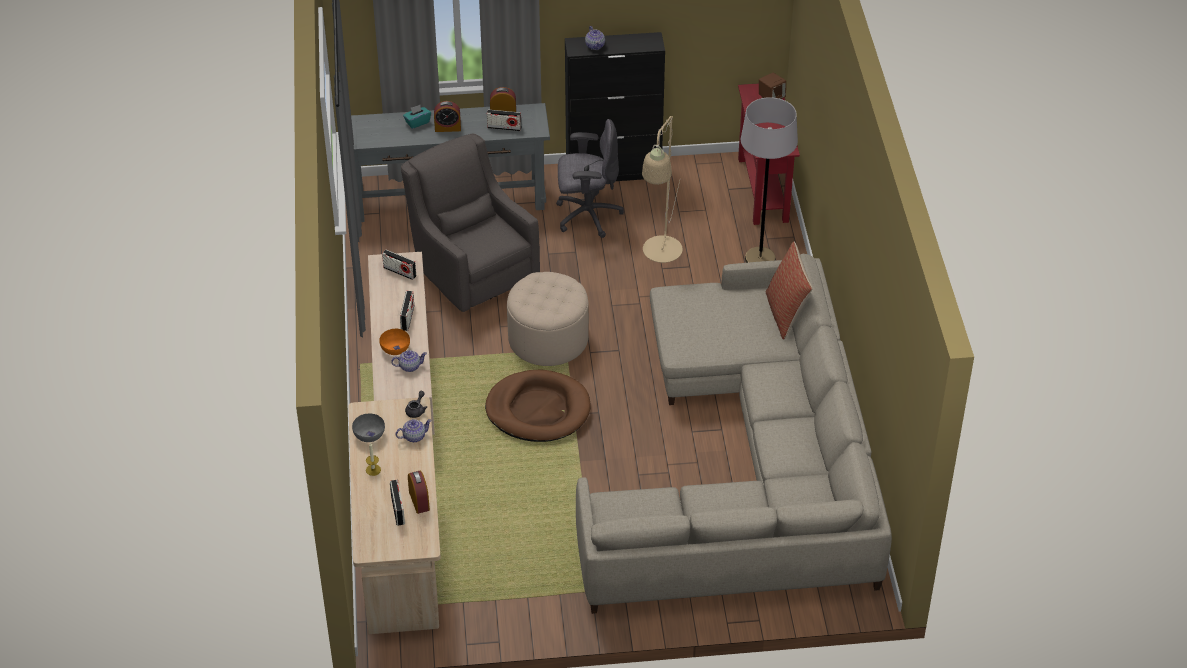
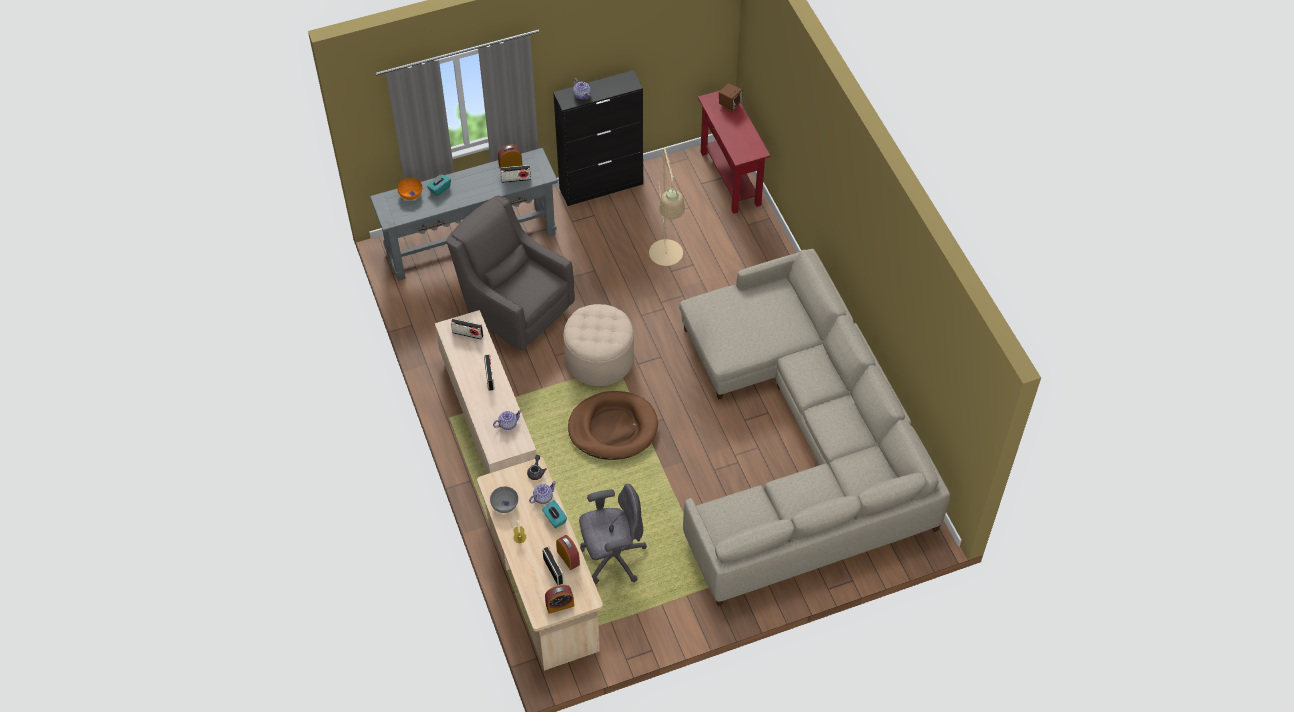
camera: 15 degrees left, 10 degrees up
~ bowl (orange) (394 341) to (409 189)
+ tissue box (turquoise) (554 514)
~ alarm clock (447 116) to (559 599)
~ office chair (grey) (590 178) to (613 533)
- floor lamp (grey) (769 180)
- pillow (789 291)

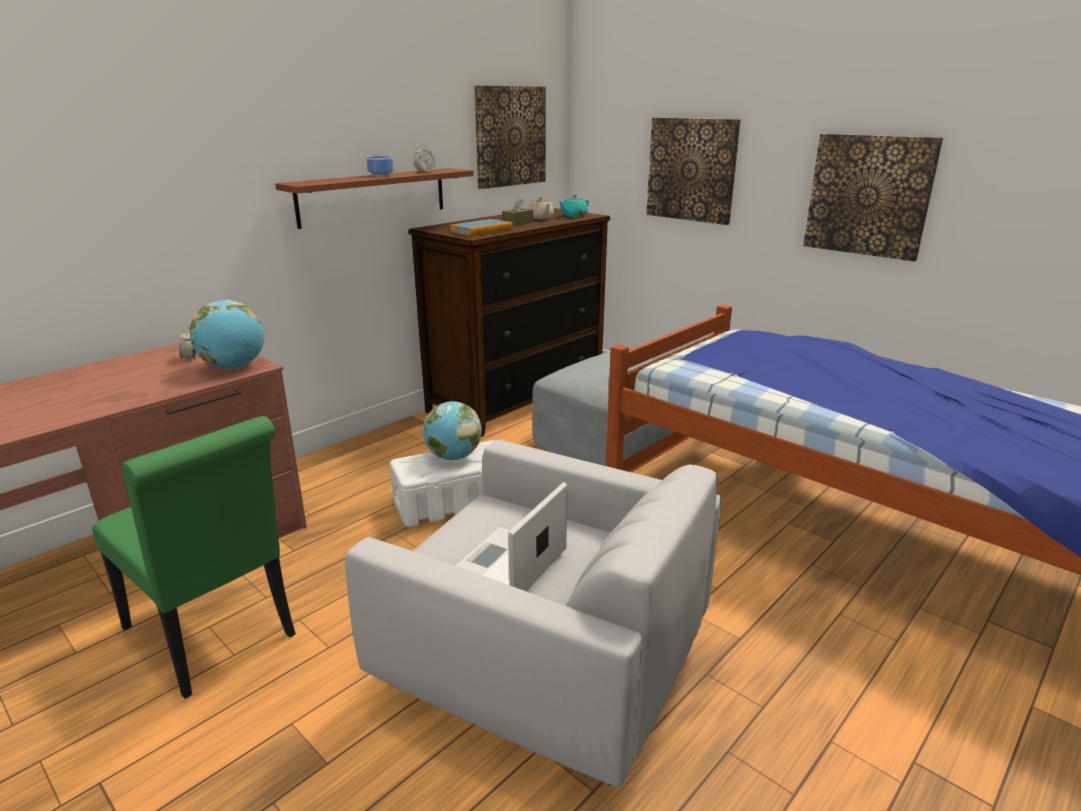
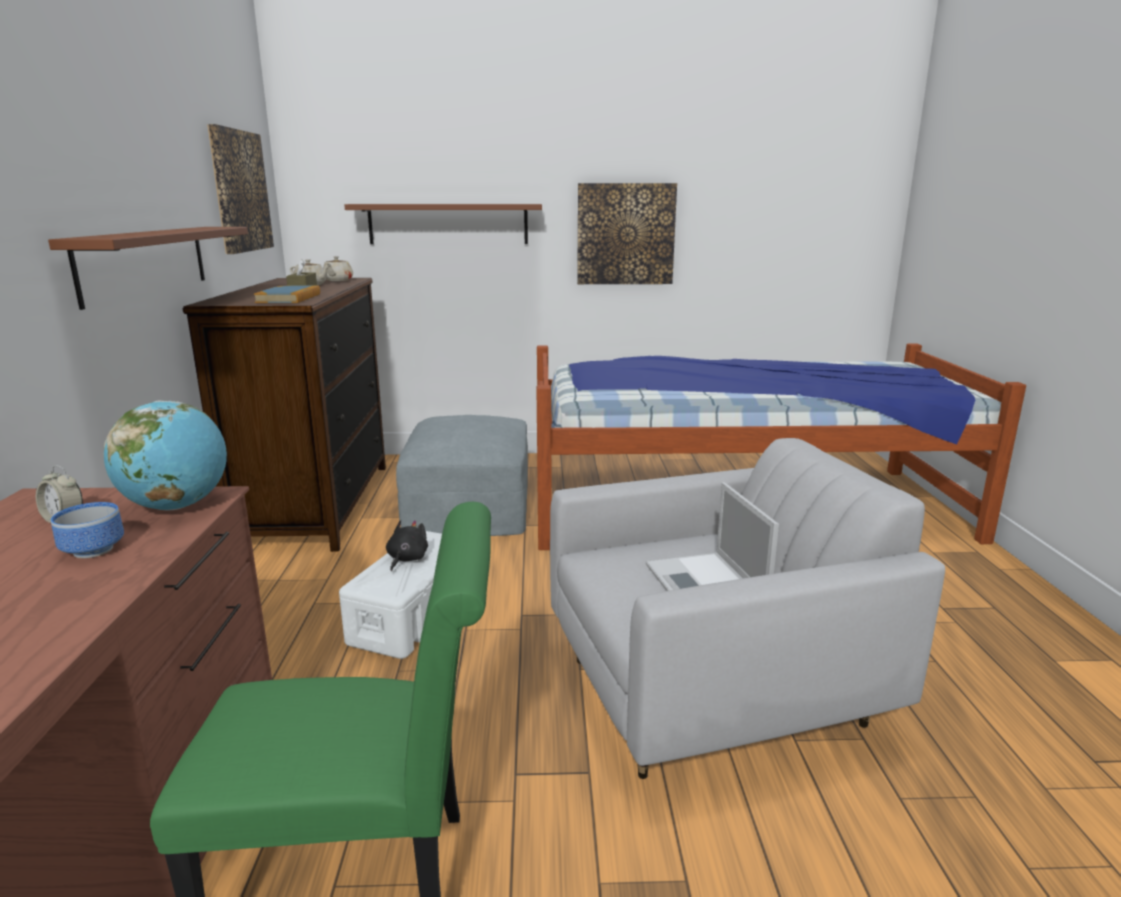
camera: 45 degrees left, 5 degrees down
~ bowl (380 166) to (87 530)
~ teapot (turquoise) (573 206) to teapot (beige) (338 268)
~ picture (693 171) to shelf (brown) (443 224)
~ globe (452 430) to plush toy (black) (407 545)
- alarm clock (425 158)

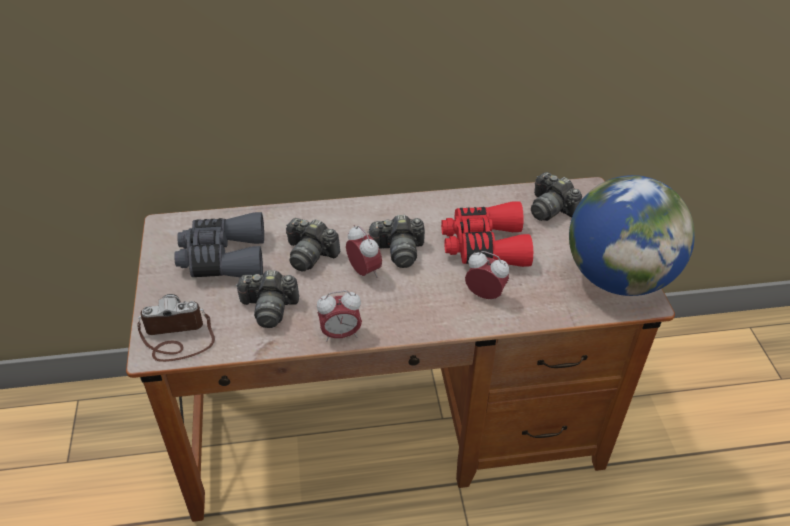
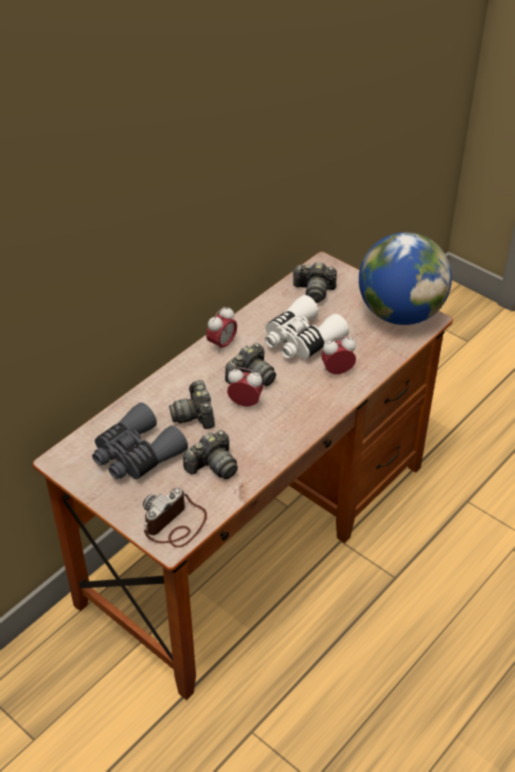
camera: 40 degrees left, 0 degrees up
~ photo camera (313 244) = (192 404) 90 degrees clockwise
~ alarm clock (339 316) to (221 330)
~ binoculars (red) (487 234) to binoculars (white) (307 327)

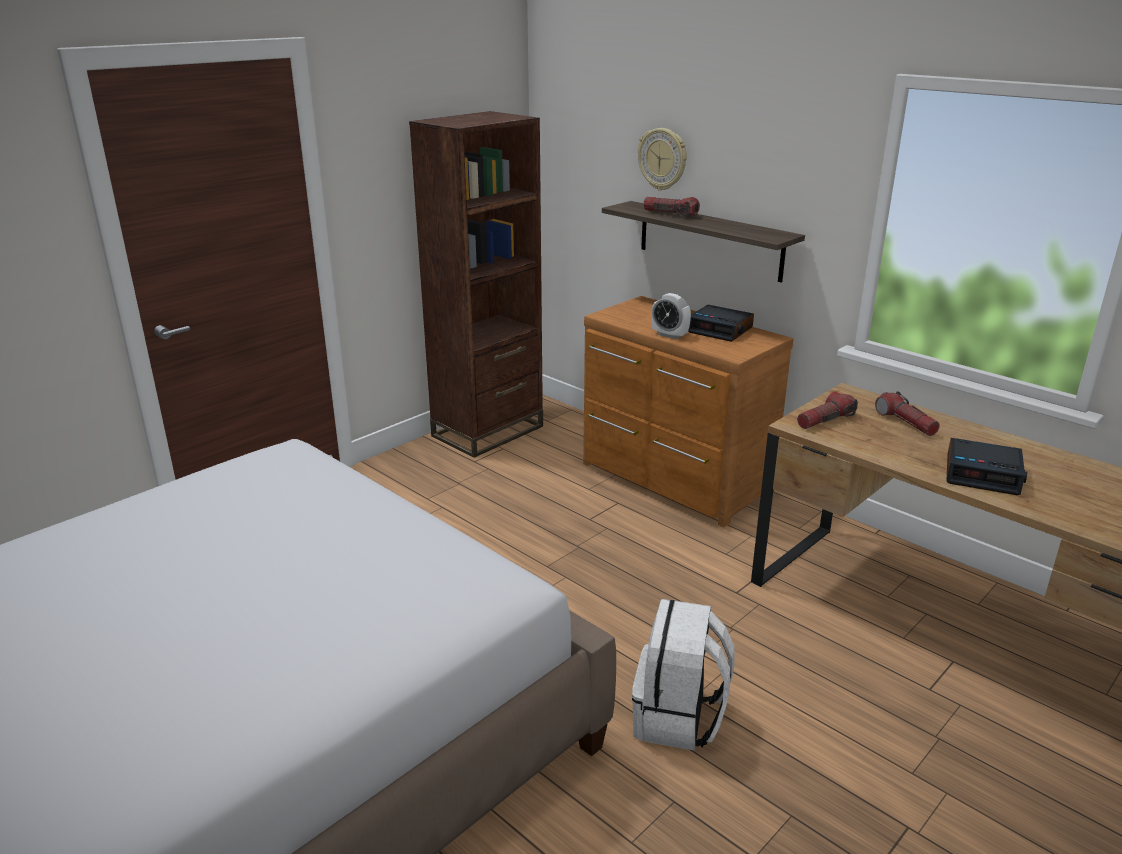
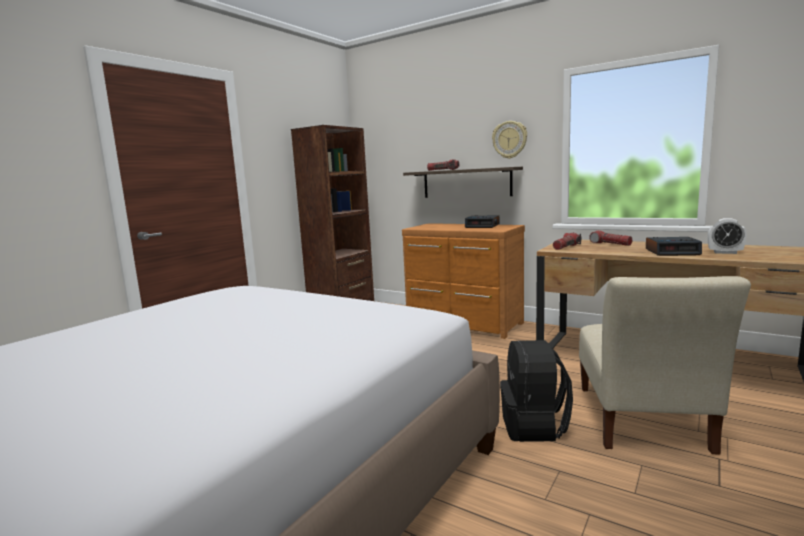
camera: 10 degrees left, 15 degrees down
~ wall clock (662 159) to (509 140)
~ backpack (white) (683 675) to backpack (black) (536 391)
+ chair (beige) (665 365)
~ alarm clock (671 316) to (727 236)

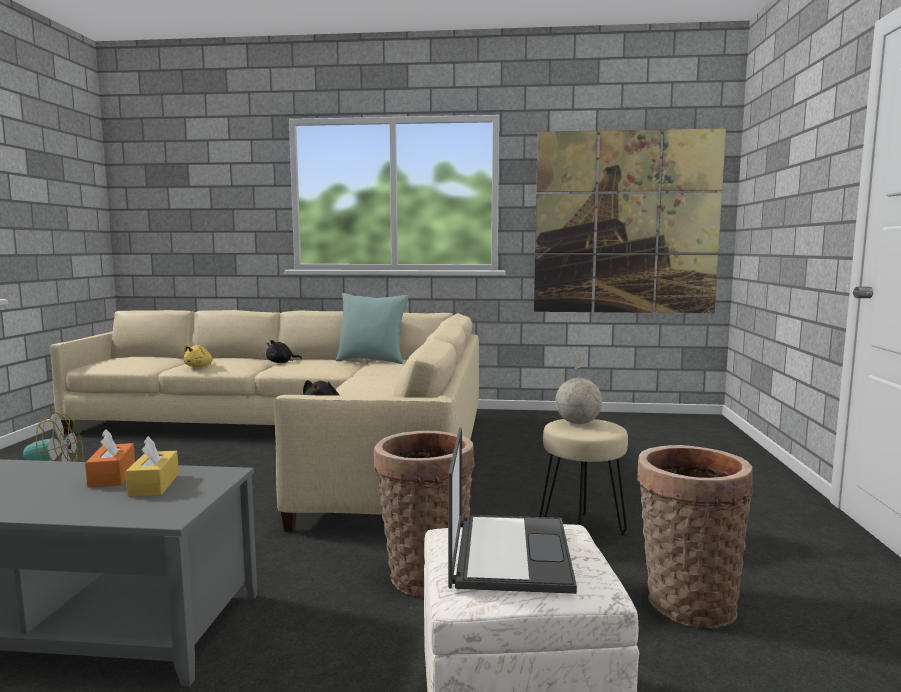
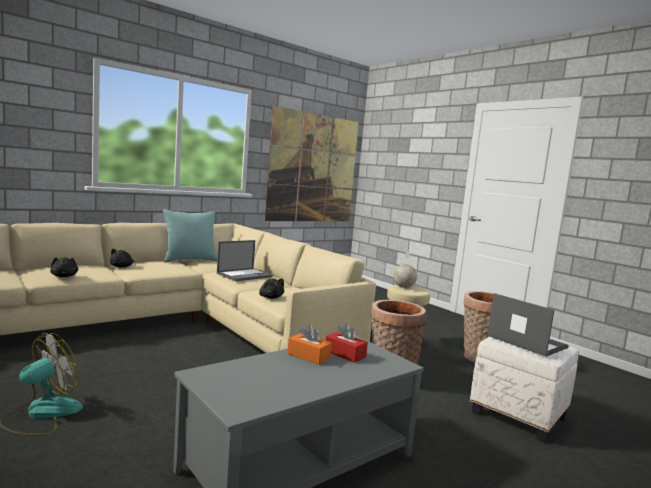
camera: 45 degrees left, 0 degrees up
~ plush toy (yellow) (198 355) to plush toy (black) (64 267)
+ laptop (245 260)
~ tissue box (yellow) (152 466) to tissue box (red) (347 343)

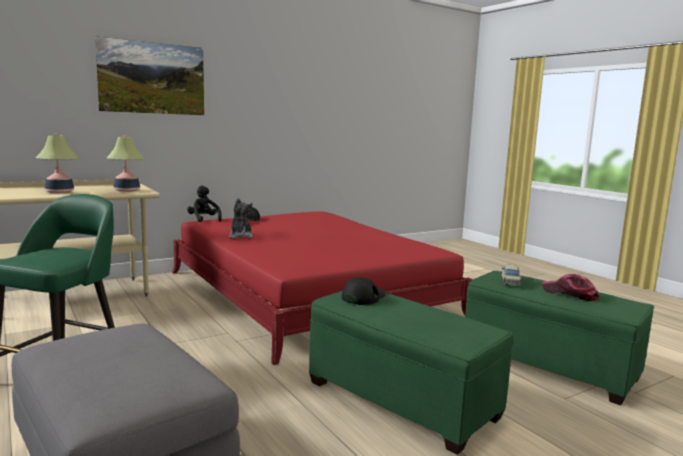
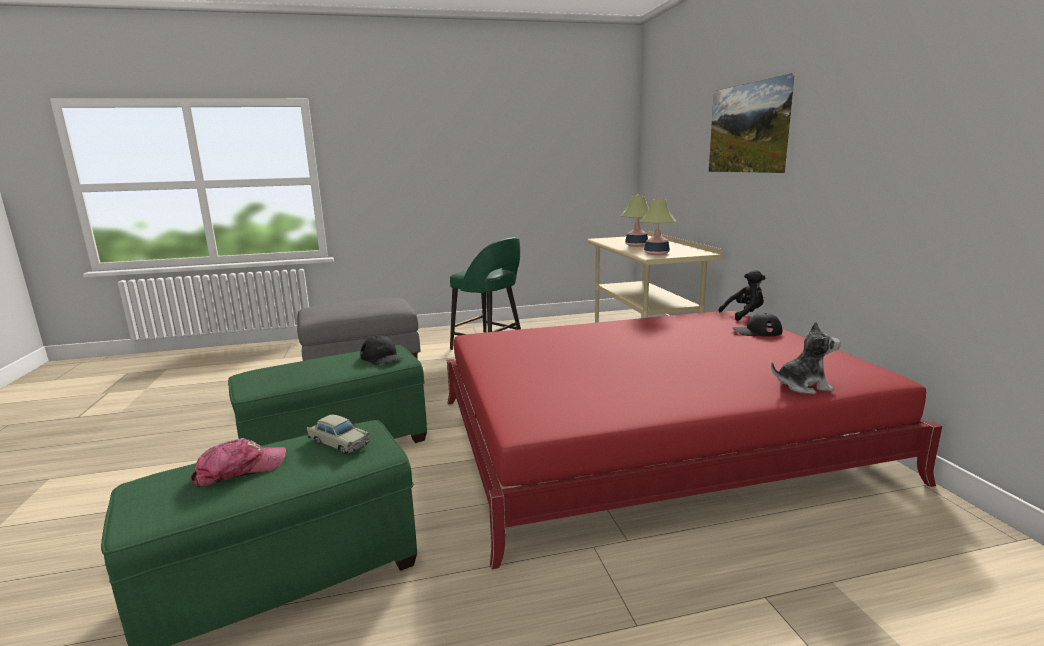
camera: 110 degrees right, 5 degrees up
~ plush toy (241 218) to (806 357)

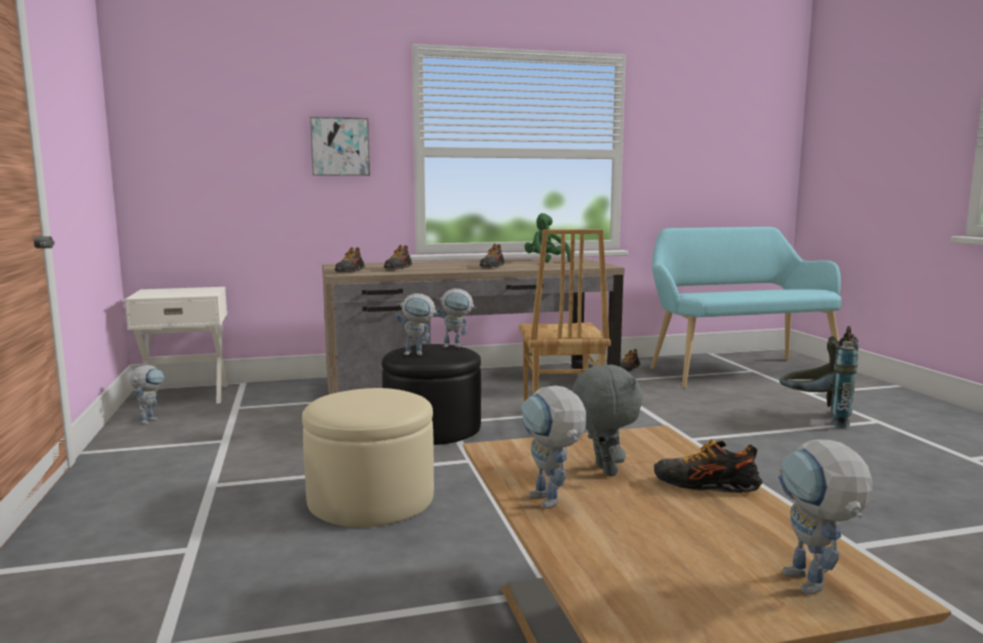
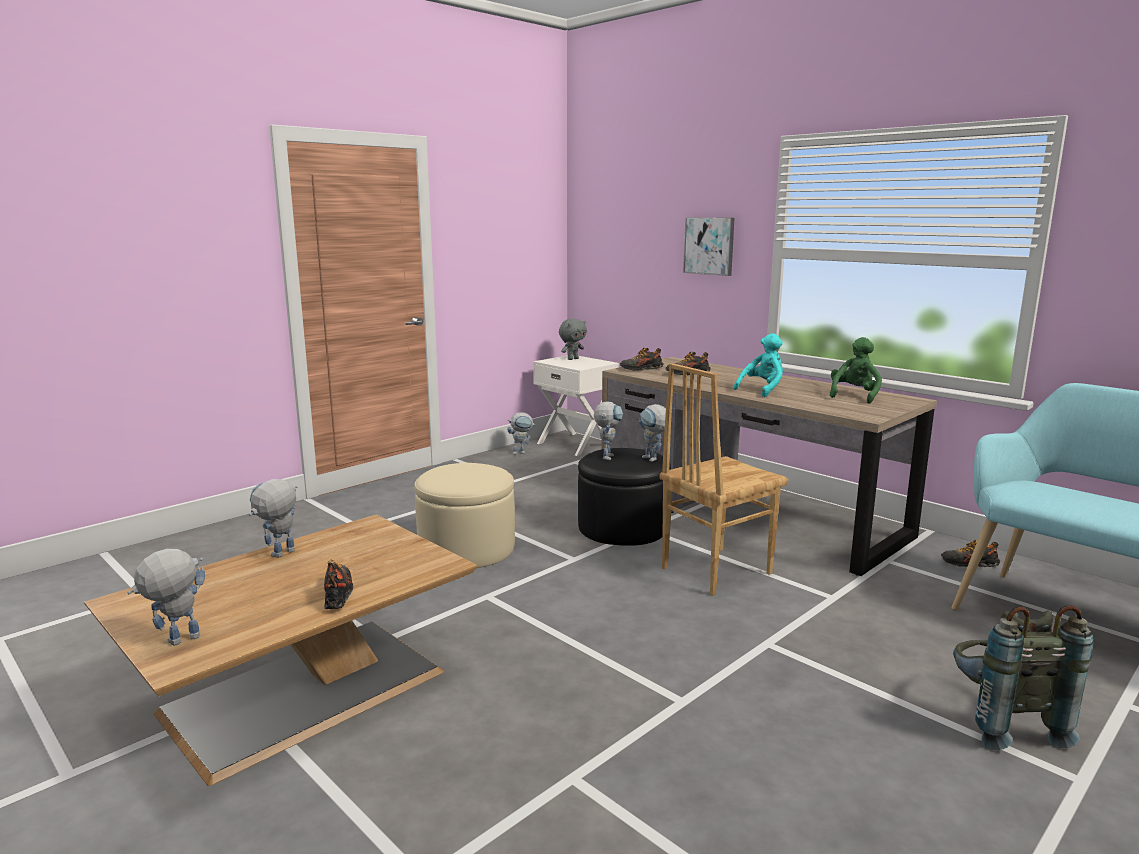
camera: 60 degrees right, 5 degrees up
~ plush toy (grey) (607 420) to (573 339)
~ toy robot (417 324) = (608 430) 135 degrees counterclockwise
~ shoe (492 255) to plush toy (turquoise) (758 365)

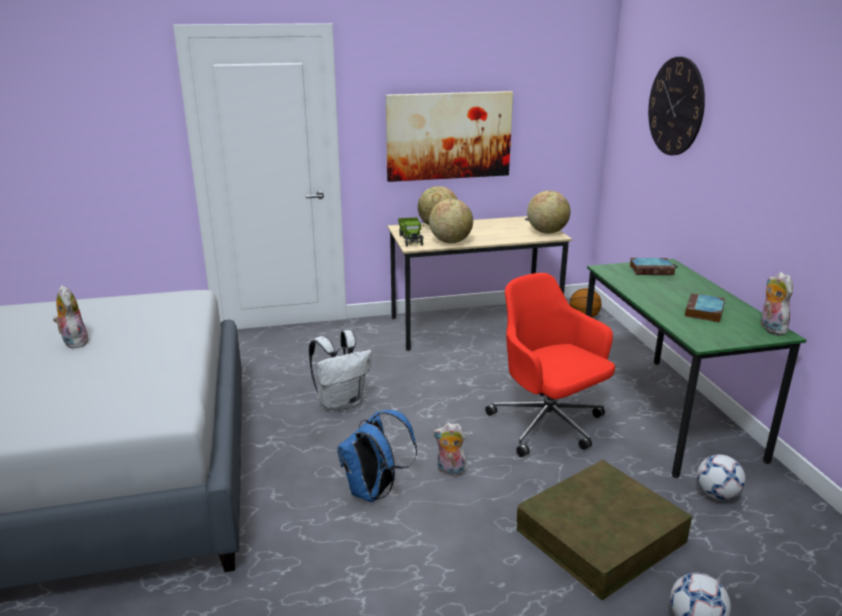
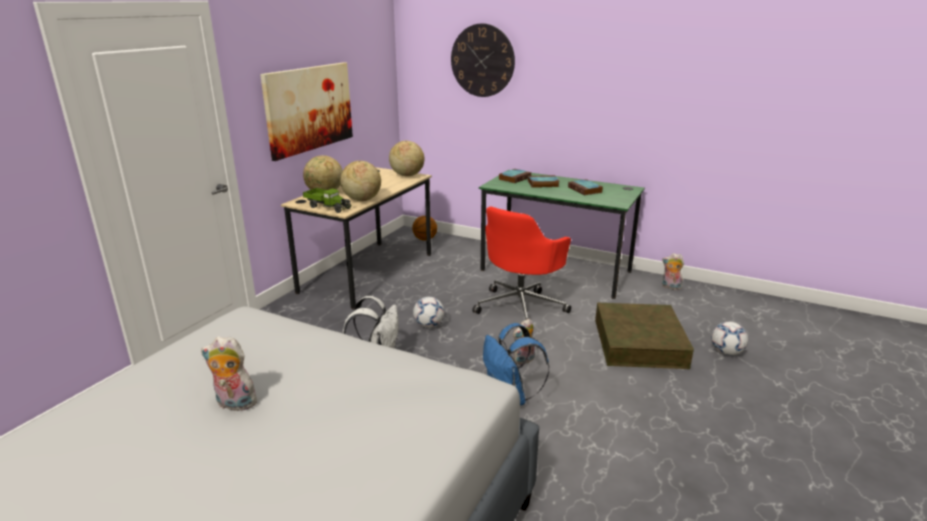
camera: 50 degrees left, 0 degrees up
~ football (721 477) to (428 312)
~ office chair (red) (550 365) = (521 263) 60 degrees counterclockwise
+ book (543 181)
~ plush toy (777 303) to (673 271)

